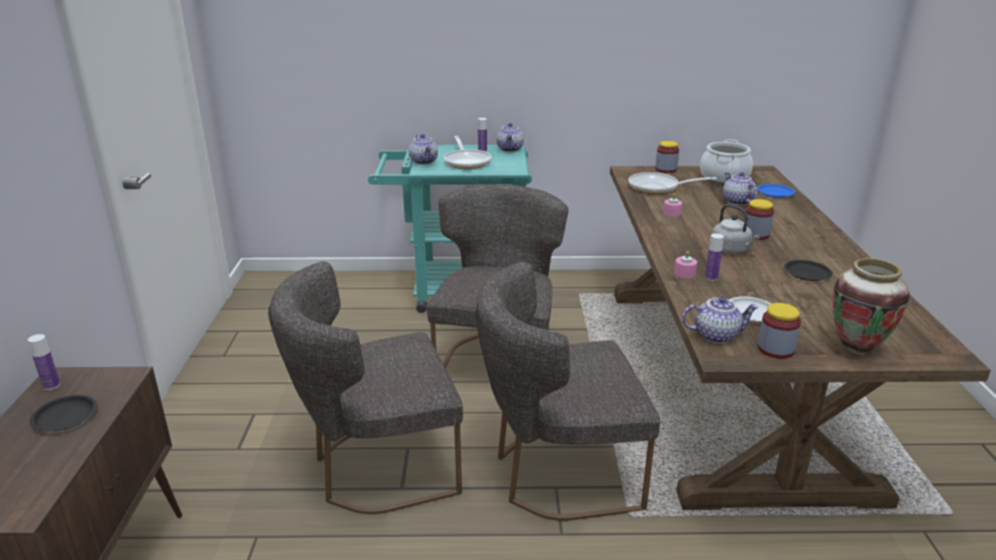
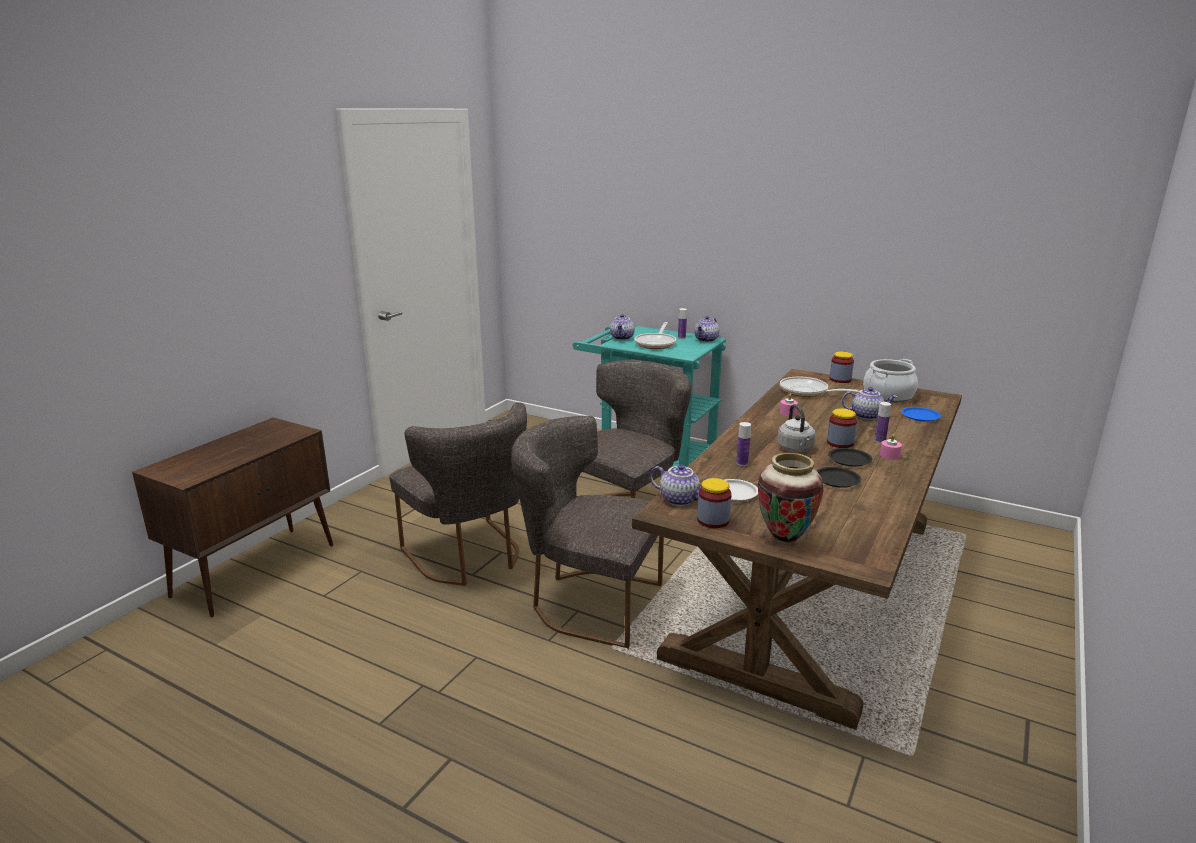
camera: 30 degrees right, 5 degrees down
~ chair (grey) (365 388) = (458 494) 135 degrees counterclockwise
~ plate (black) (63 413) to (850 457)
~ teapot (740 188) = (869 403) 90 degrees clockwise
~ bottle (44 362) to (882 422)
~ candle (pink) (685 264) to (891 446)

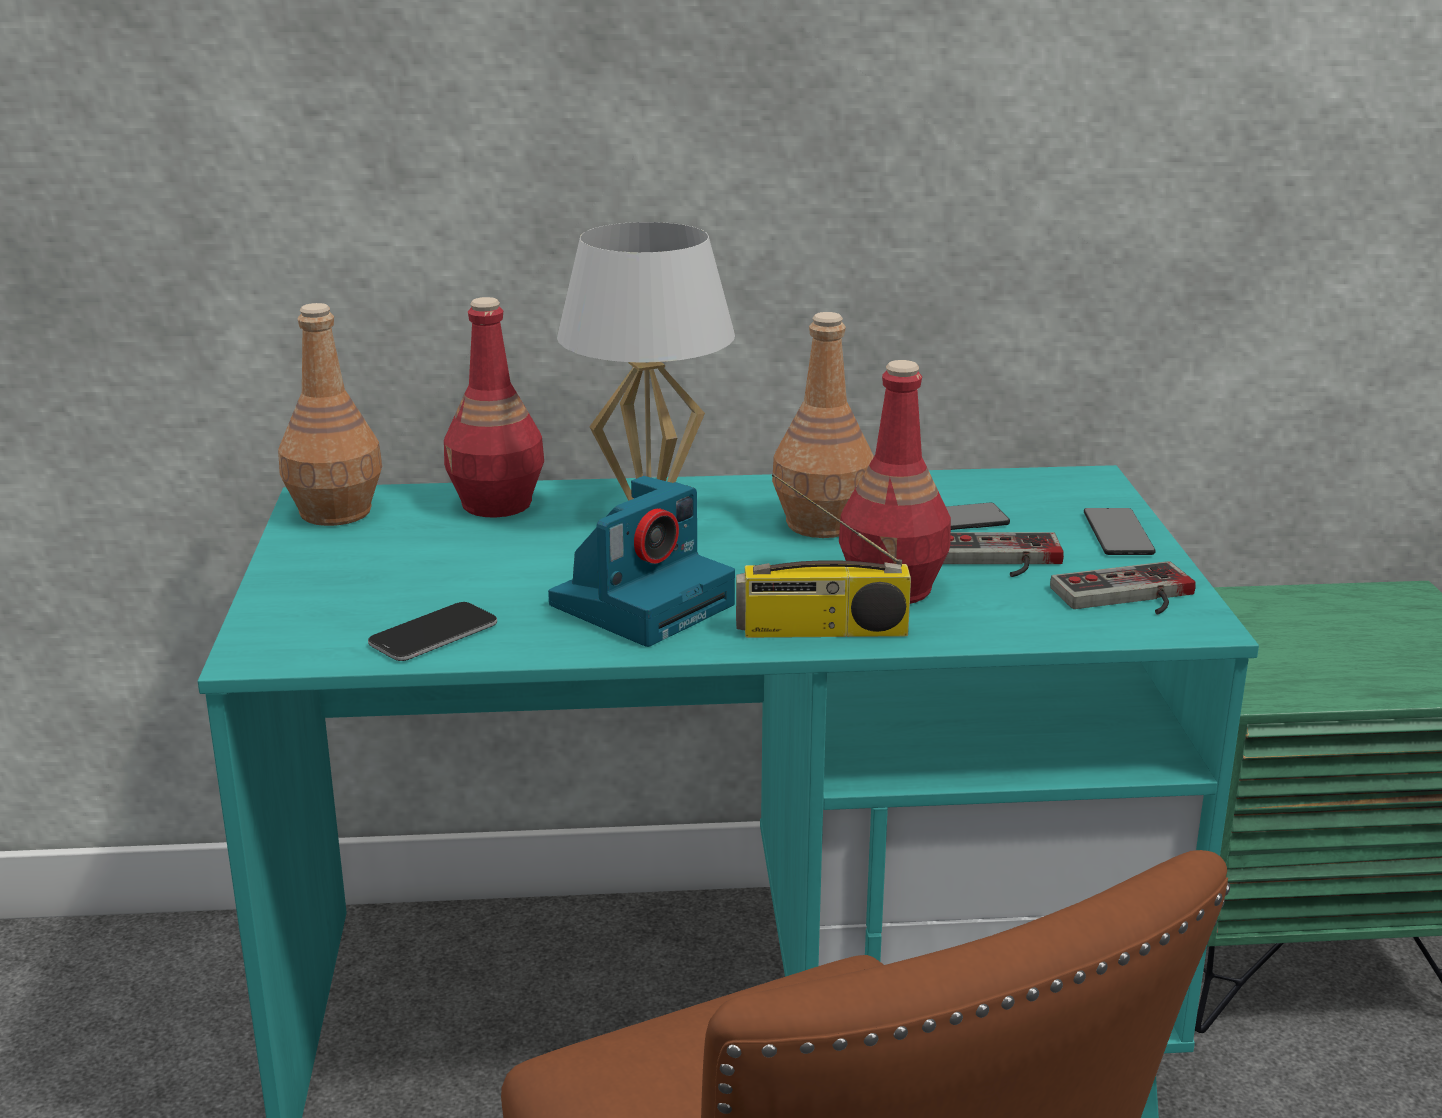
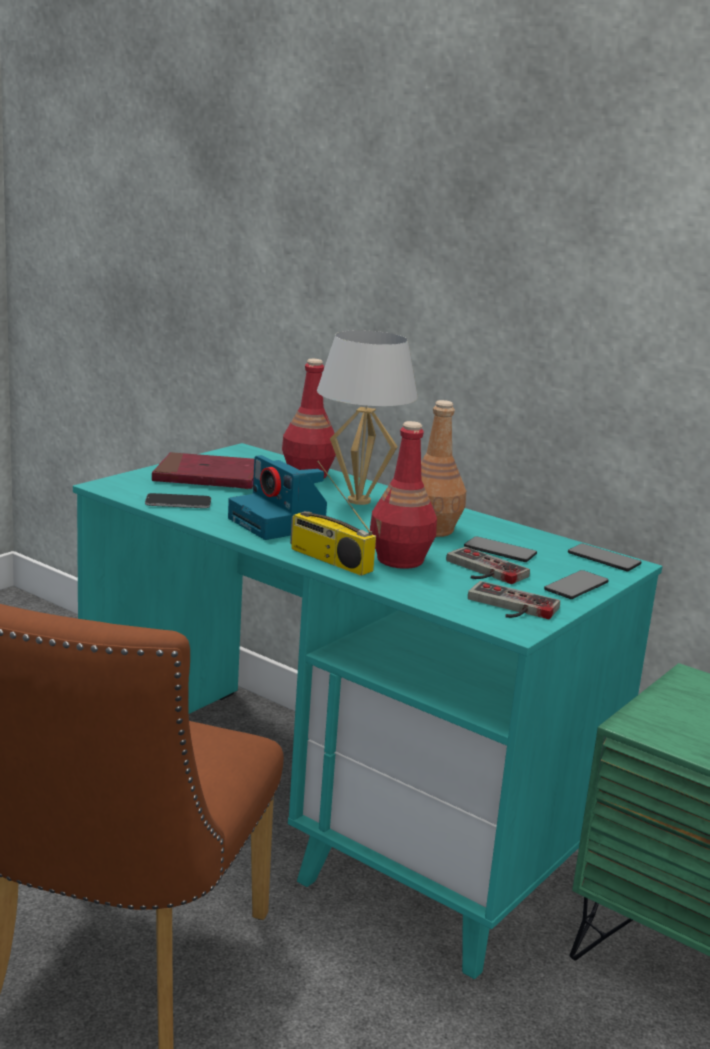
camera: 40 degrees right, 5 degrees down
+ book (red) (203 470)
~ photo camera (641 561) = (277 497) 60 degrees clockwise
+ phone (604 557)
- bottle (brown) (330 414)

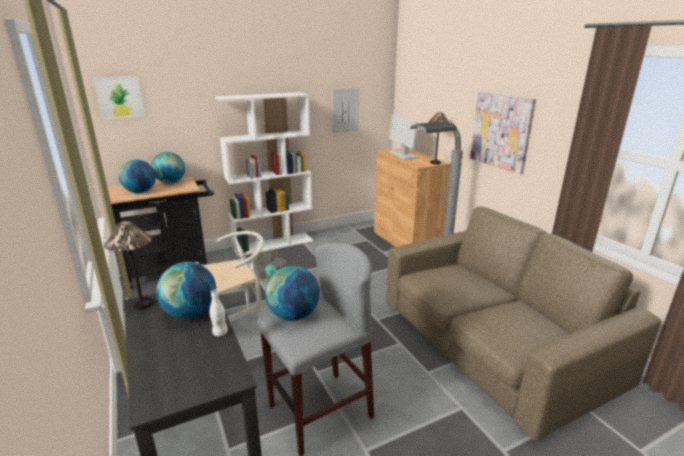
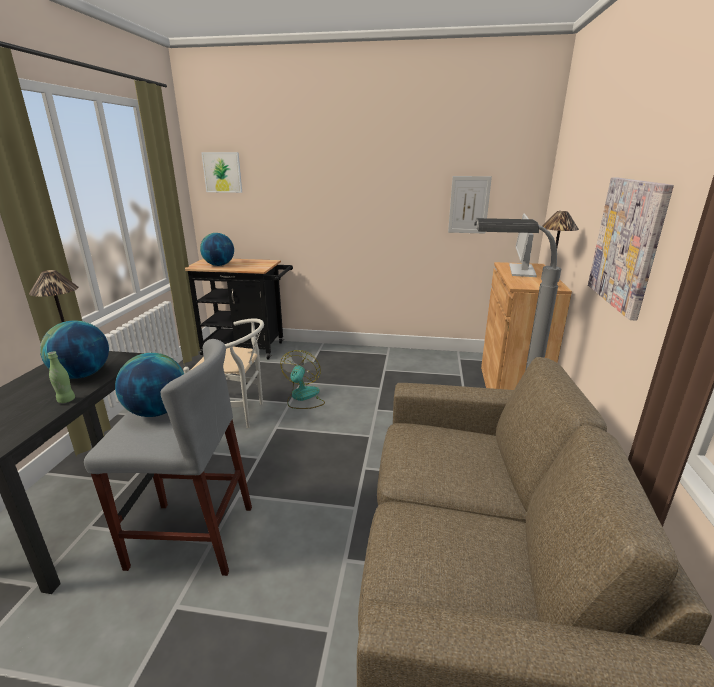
camera: 35 degrees right, 0 degrees up
~ bottle (white) (218 313) to bottle (green) (61 377)
- globe (168 167)
- bookcase (white) (264 174)

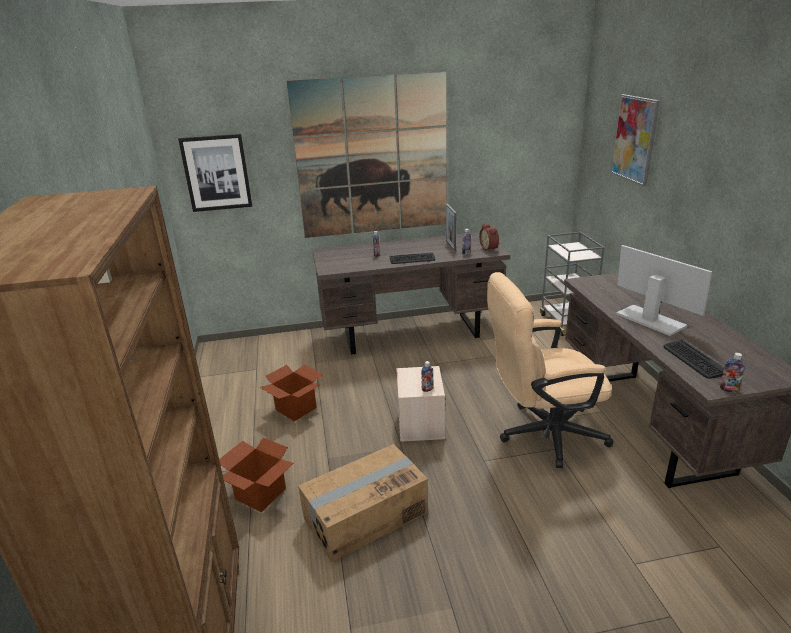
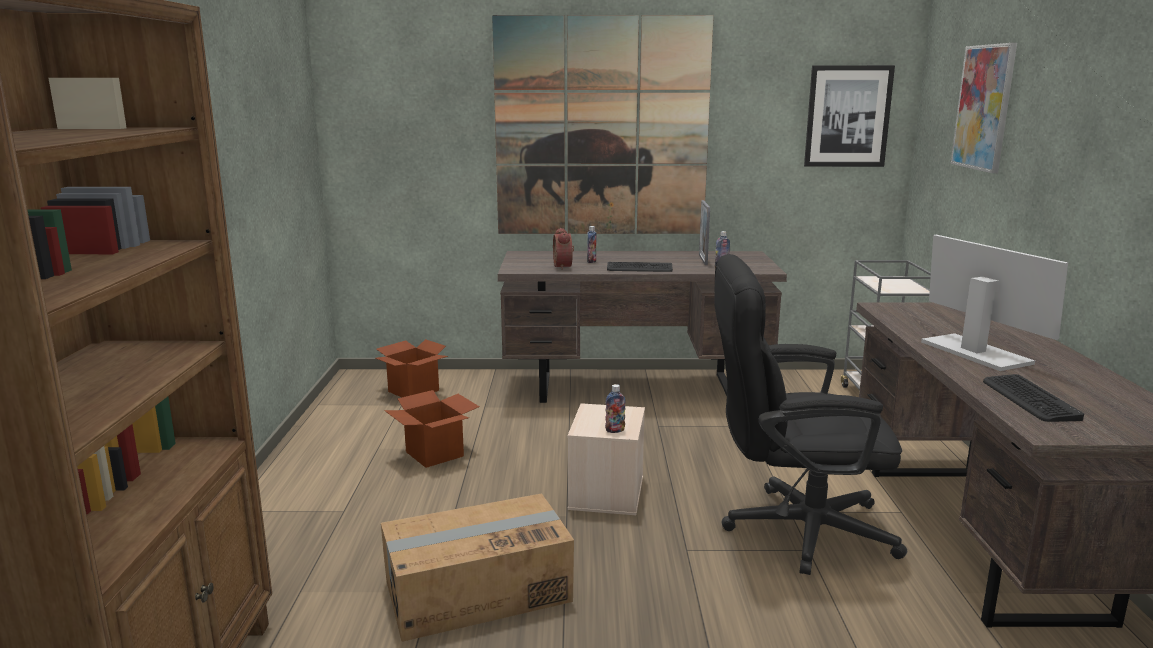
camera: 10 degrees right, 10 degrees down
~ cardboard box (256 474) to (411 368)
~ alarm clock (489 237) to (563 249)
~ office chair (beige) (550 370) to office chair (black) (810 414)
~ picture (215 173) to (849 116)
- bottle (732 372)

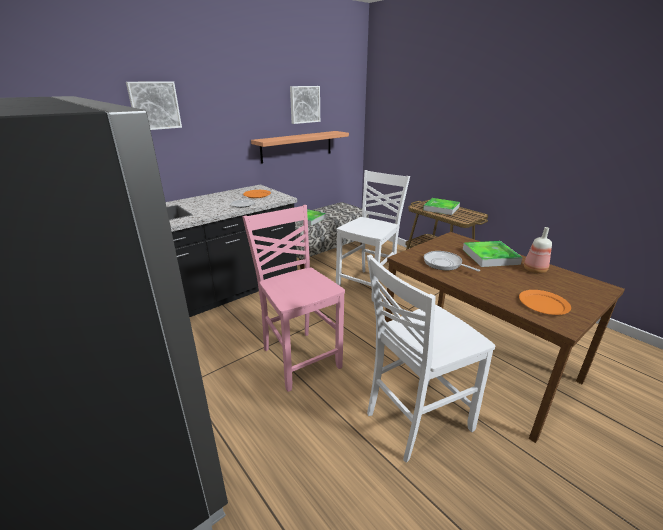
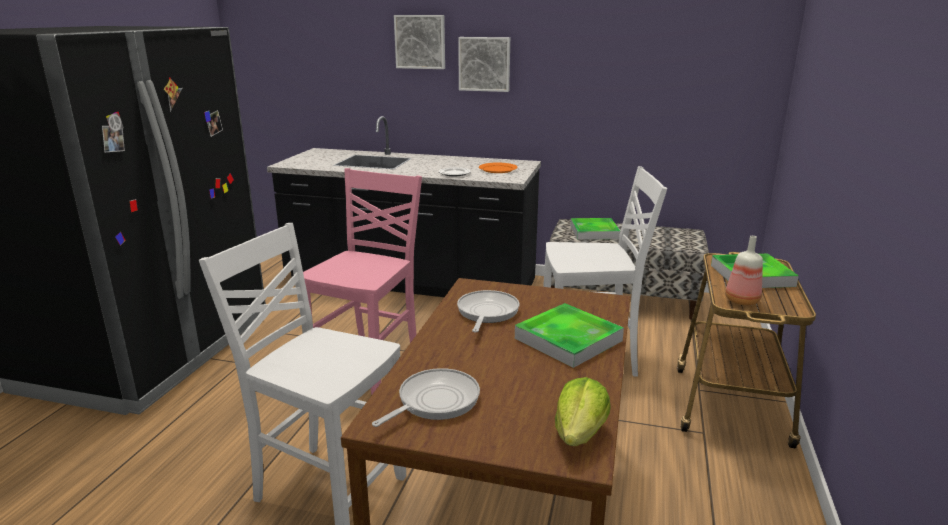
camera: 55 degrees right, 5 degrees down
~ plate (orange) (545 302) to frying pan (426 397)
~ picture (305 105) to (484 64)
+ lettuce (583 411)
~ bottle (538 250) to (744 270)
- shelf (300 147)

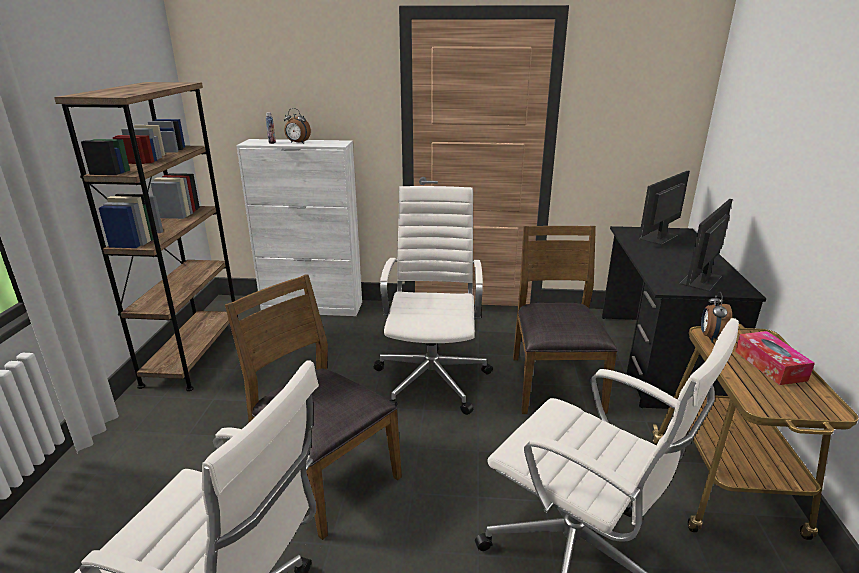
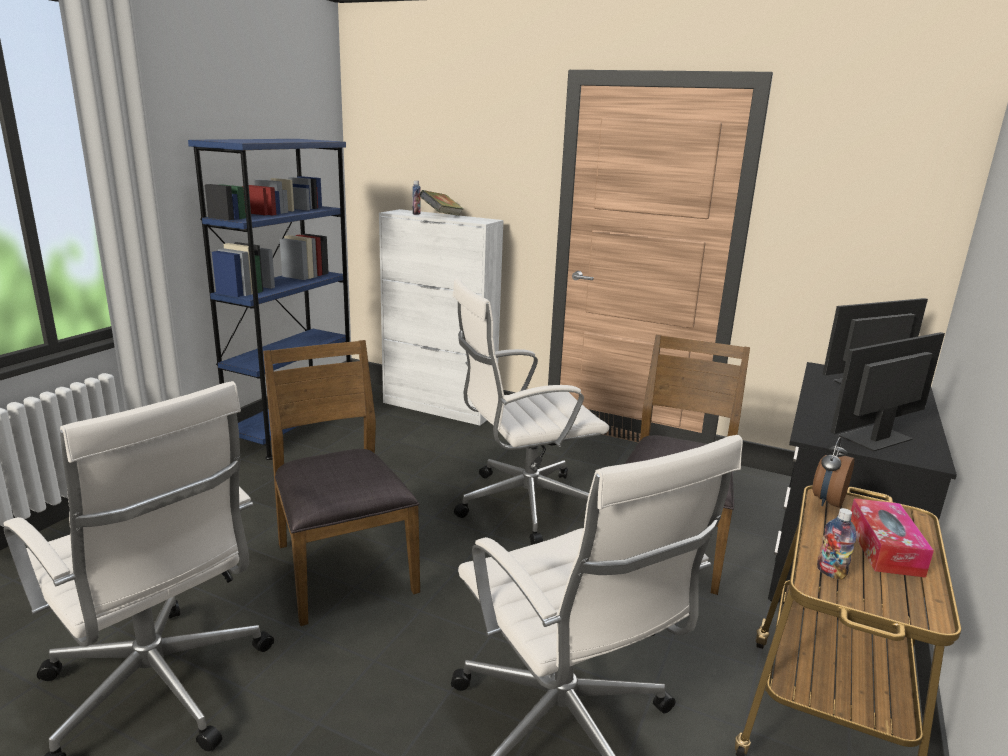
camera: 20 degrees right, 5 degrees down
~ bookcase (brown) (146 236) to bookcase (blue) (269 299)
~ alarm clock (297 126) to book (441 203)
~ office chair (white) (433 300) = (531 412) 135 degrees counterclockwise
+ bottle (836 544)

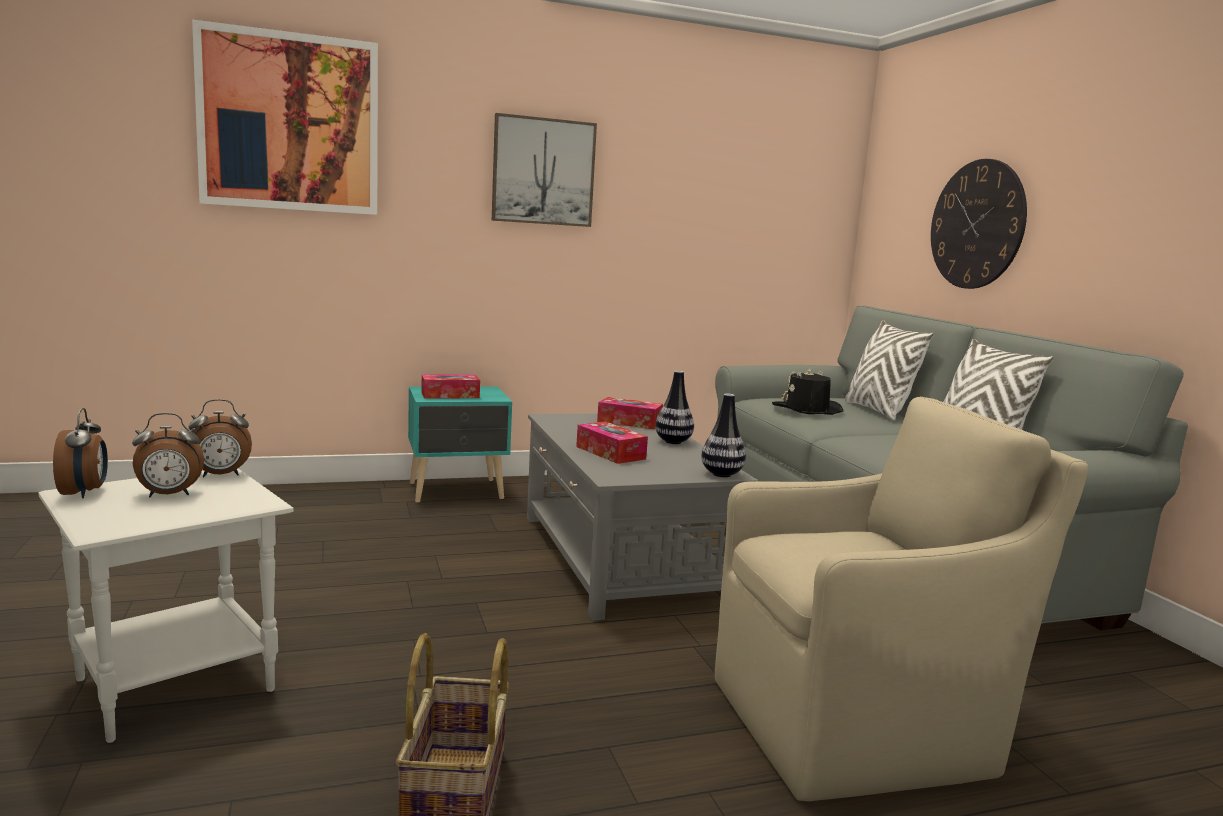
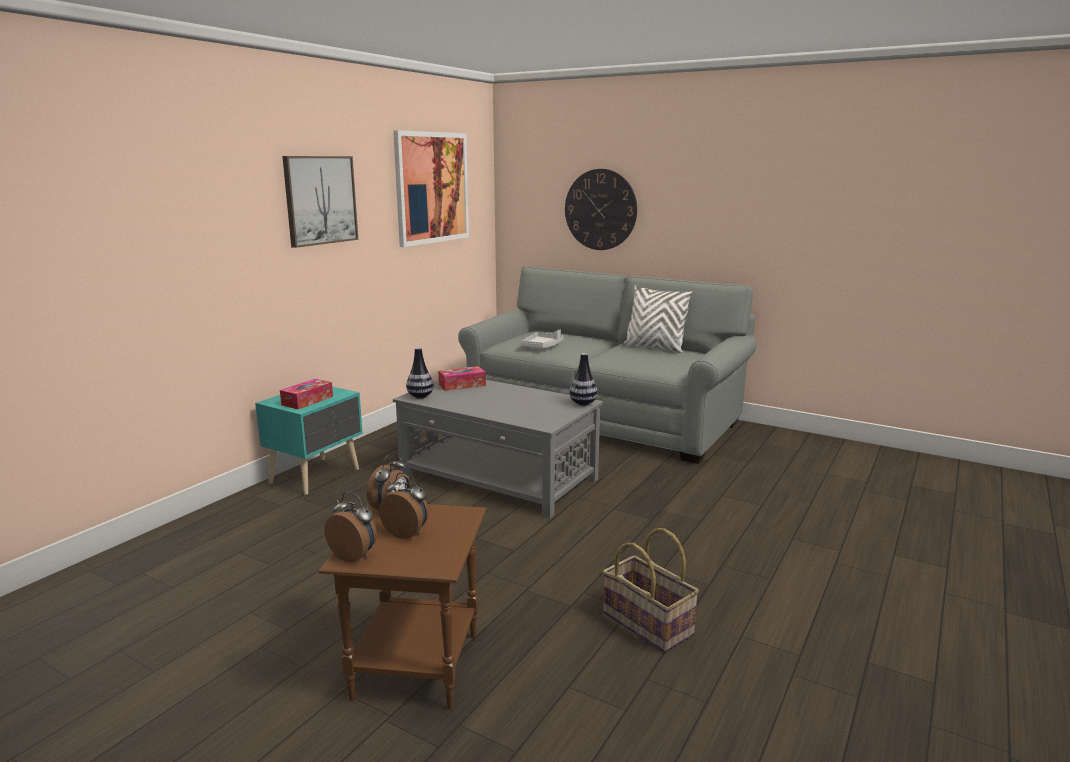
camera: 40 degrees left, 5 degrees up
~ side table (white) (166 605) to side table (brown) (402 607)
~ alarm clock (168 455) = (404 505) 90 degrees counterclockwise
~ picture (285 117) to (431 188)
~ vase (674 407) to (420 373)
~ hat (black) (807 391) to tray (grey) (542 338)
- tissue box (612 442)
- armchair (beige) (901 599)
- pillow (white) (889 370)

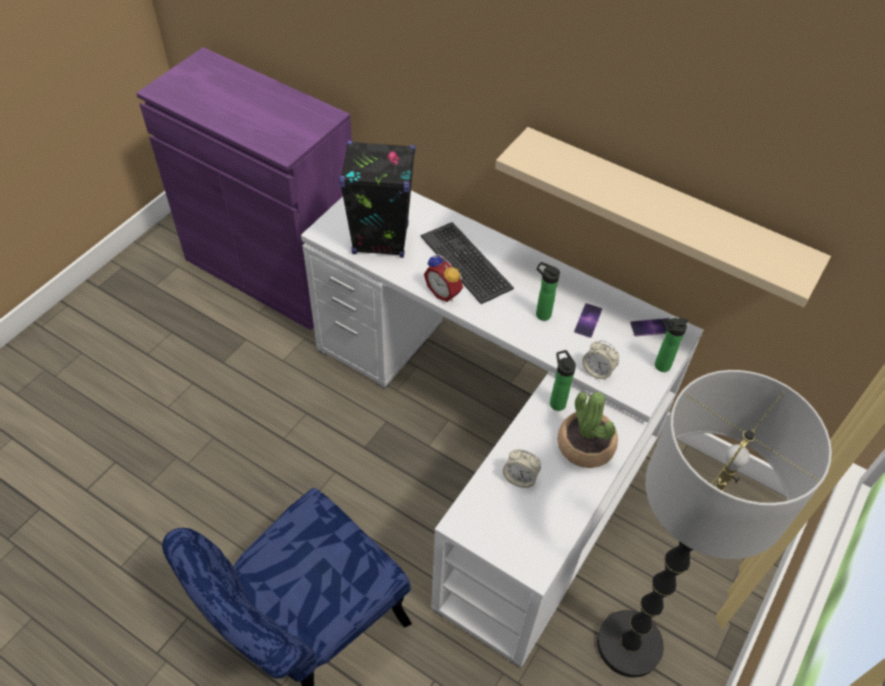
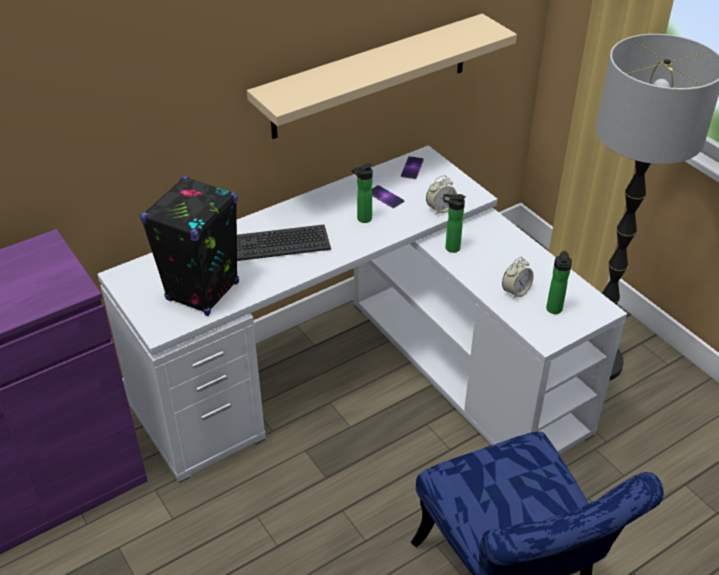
camera: 65 degrees left, 10 degrees down
~ bottle (671 345) to (559 282)
- alarm clock (443 278)
- potted plant (588 430)

